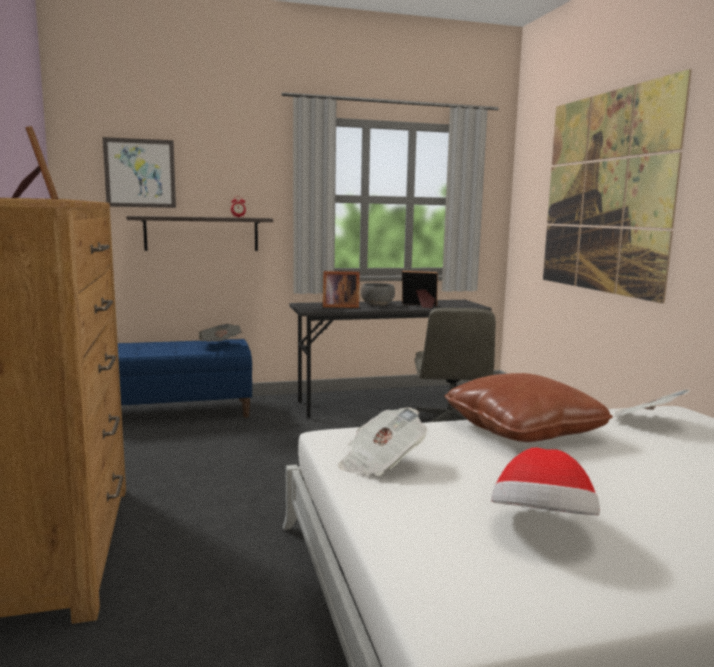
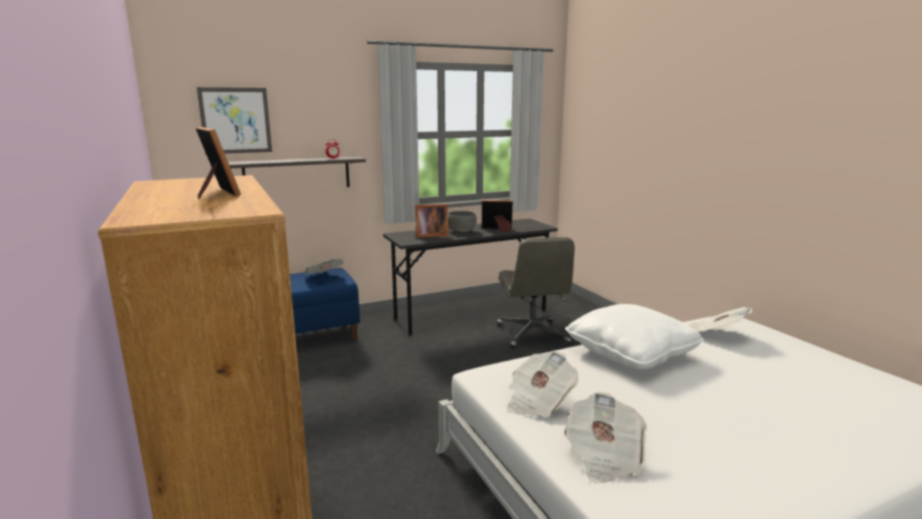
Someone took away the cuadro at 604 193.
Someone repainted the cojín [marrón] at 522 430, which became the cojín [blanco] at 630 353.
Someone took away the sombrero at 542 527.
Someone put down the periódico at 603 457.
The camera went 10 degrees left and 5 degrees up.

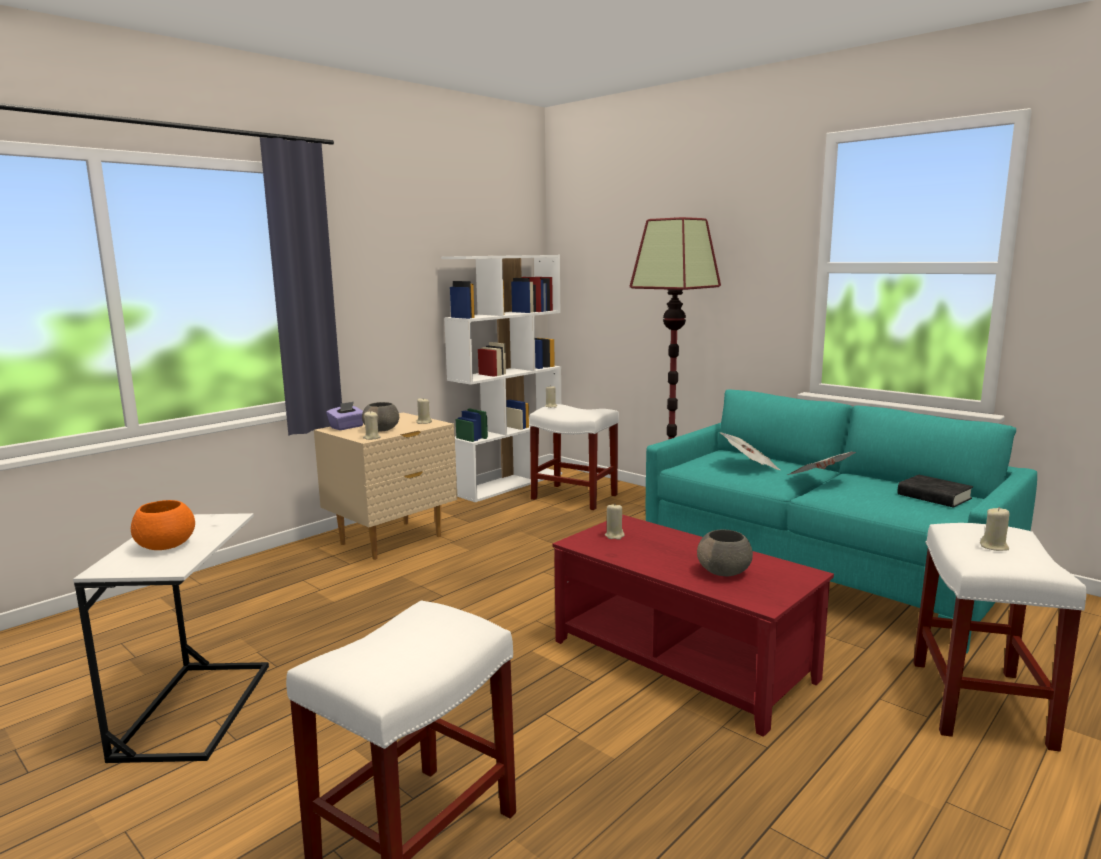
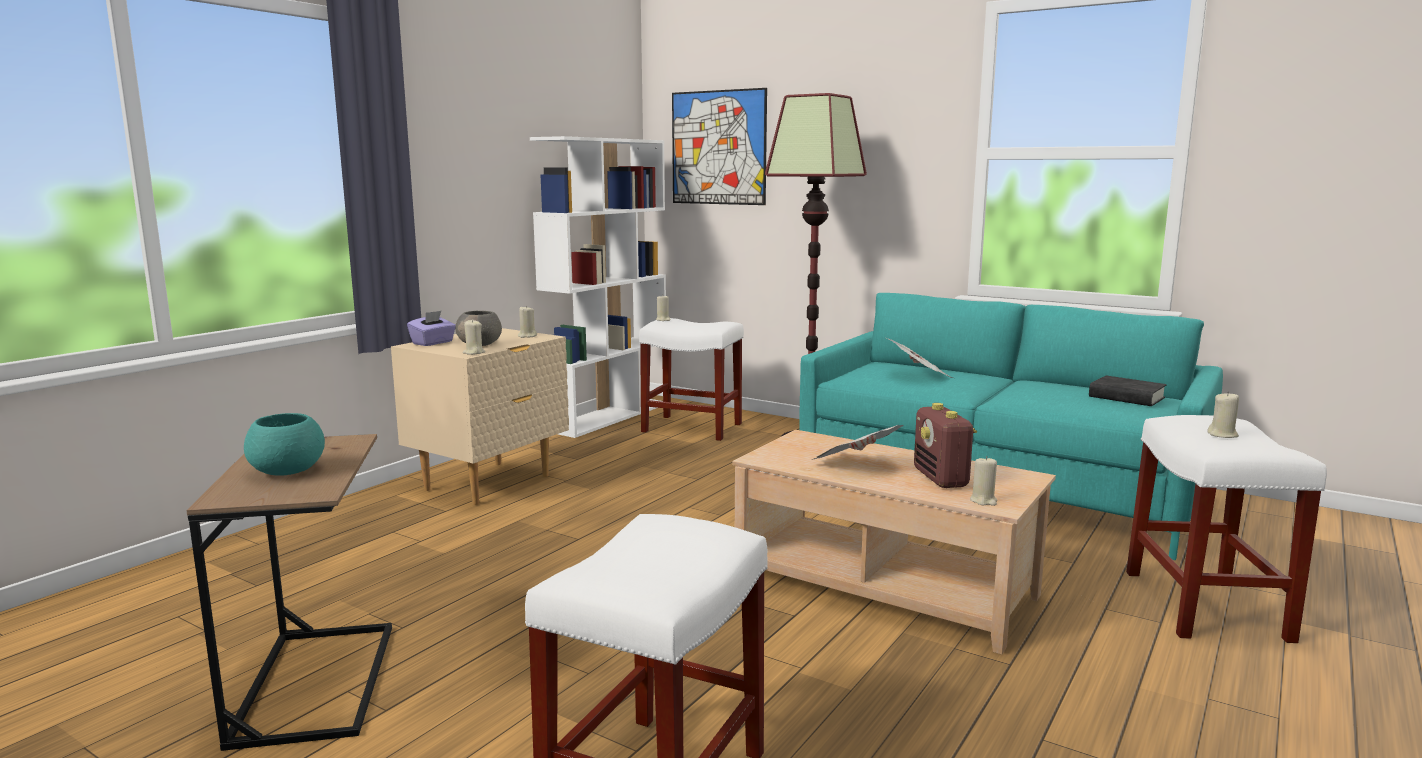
Someone carried the periódico from 819 480 to 855 465.
Someone repainted the cuenco [naranja] at 165 546, which became the cuenco [turquesa] at 287 471.
Someone carried the vela [beis] from 614 536 to 983 501.
Someone repainted the mesa auxiliar [blanco] at 195 709, which became the mesa auxiliar [marrón] at 315 682.
Someone repainted the mesa de centro [rojo] at 683 659, which became the mesa de centro [beis] at 886 586.
Someone swapped the cuenco [gris] at 724 572 for the radio at 941 479.
Someone put up the cuadro at 718 148.
The camera went 10 degrees left and 0 degrees up.

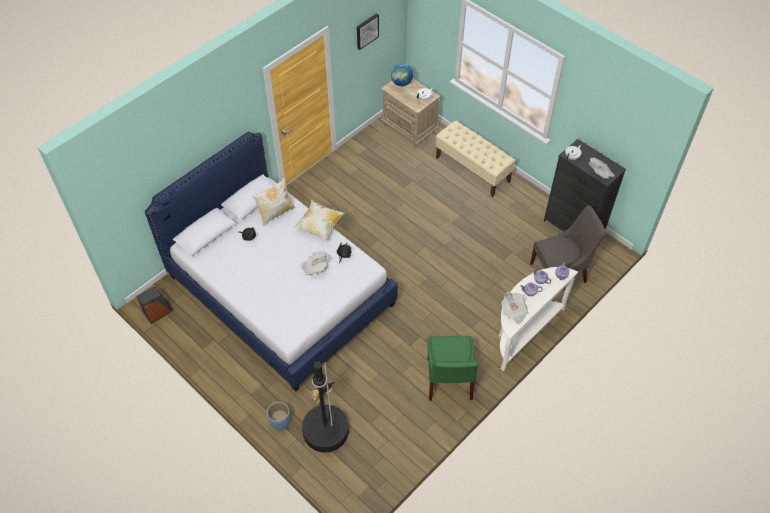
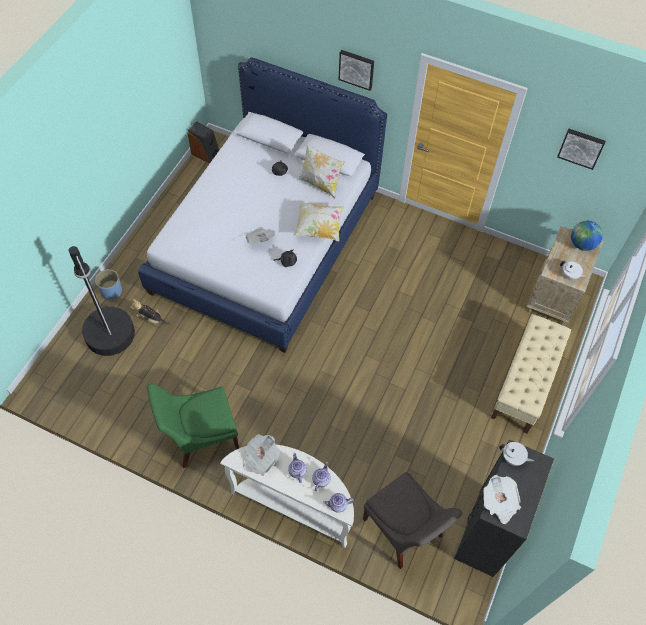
Someone put up the cuadro at 356 69.
The camera went 70 degrees right and 5 degrees up.

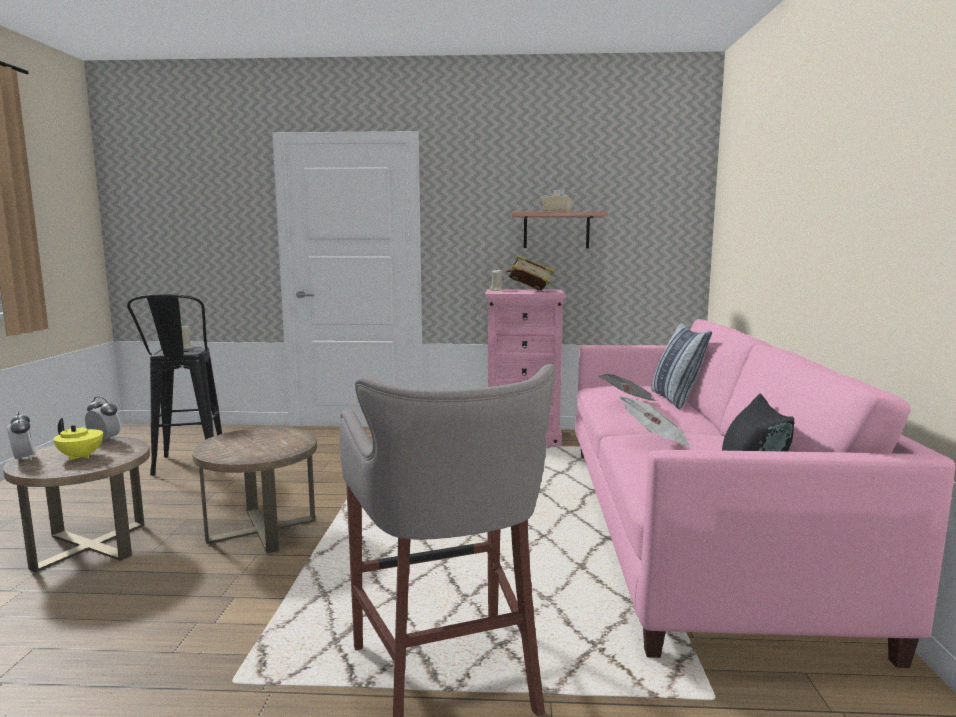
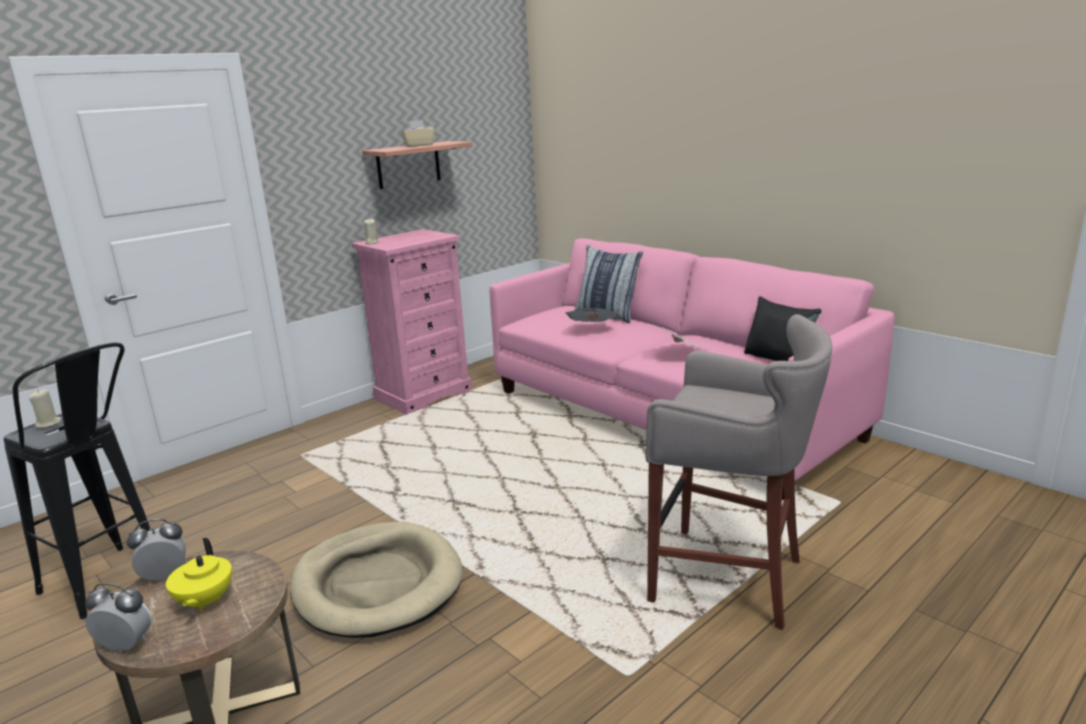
Someone took away the libro at 529 291.
Someone rotated the tetera [amarillo] at 81 457 by 105 degrees clockwise.
Someone swapped the mesa auxiliar [marrón] at 262 530 for the cama para perro [beis] at 377 584.
The camera went 45 degrees left and 10 degrees up.

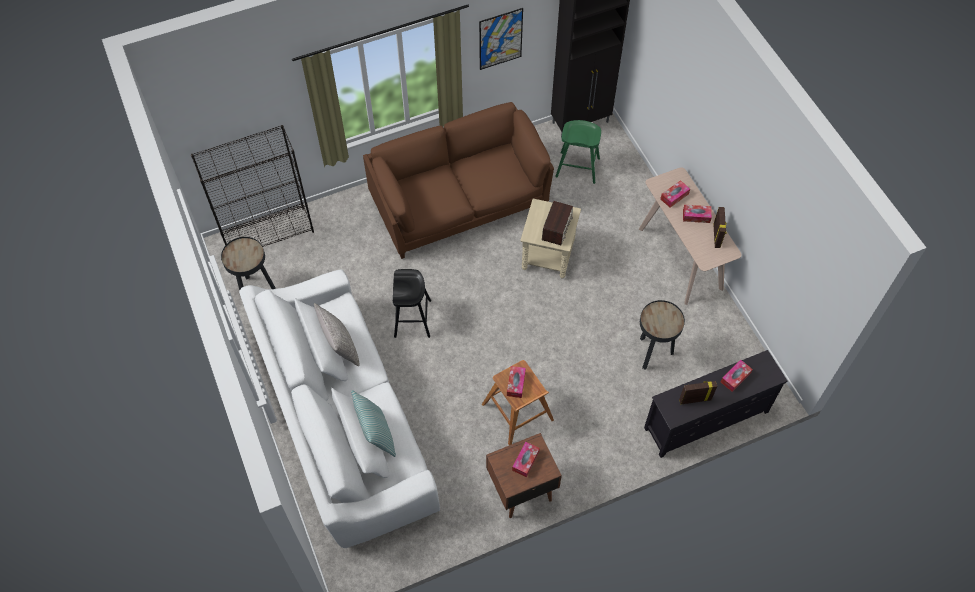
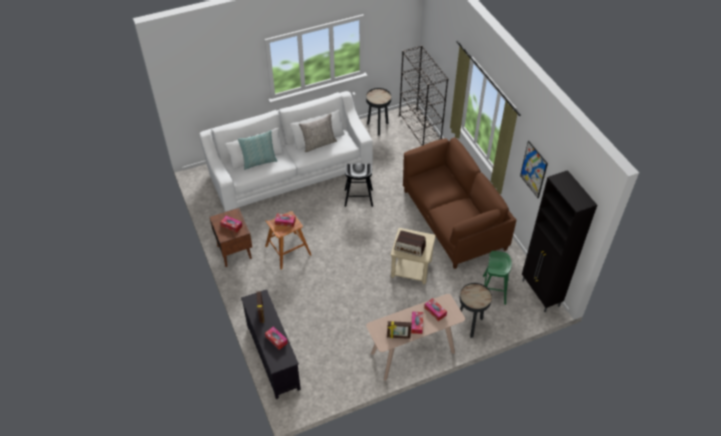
Someone carried the mesa auxiliar [negro] from 652 353 to 470 324.
The camera went 90 degrees right and 10 degrees down.

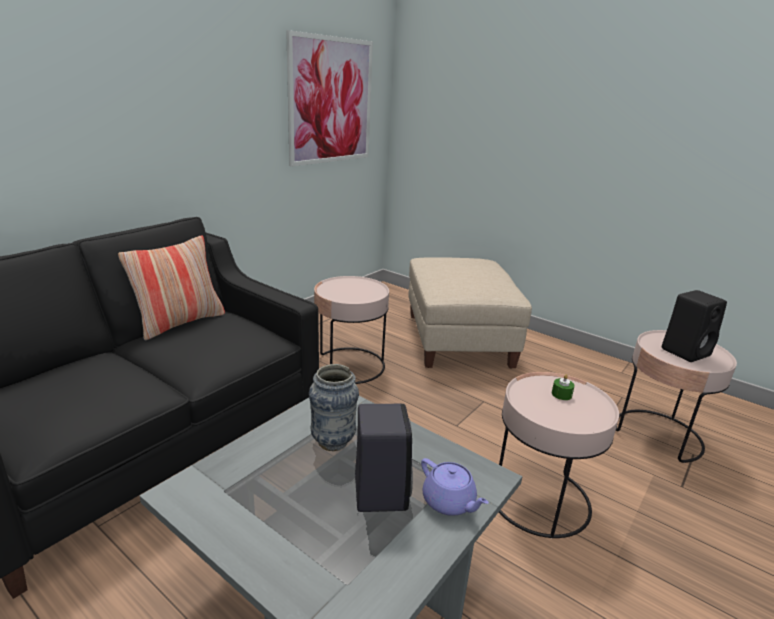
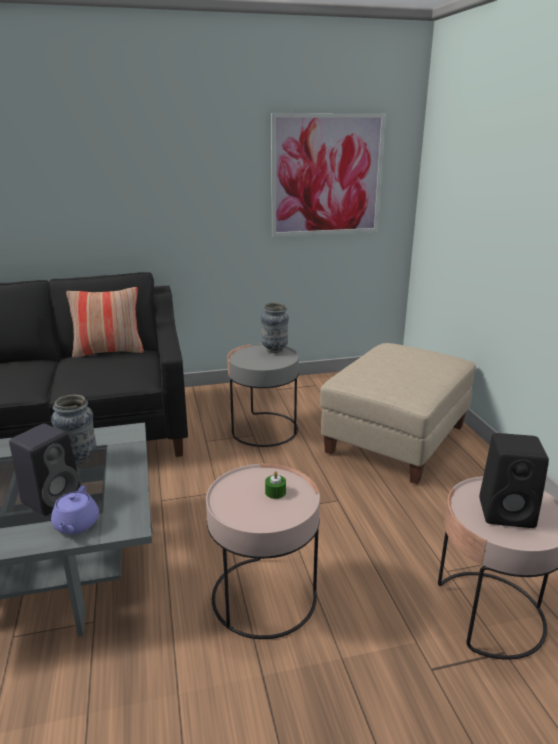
Someone repainted the mesa auxiliar [rosa] at 350 366, which became the mesa auxiliar [gris] at 264 429.
Someone put down the florero at 274 350.
The camera went 40 degrees right and 0 degrees up.

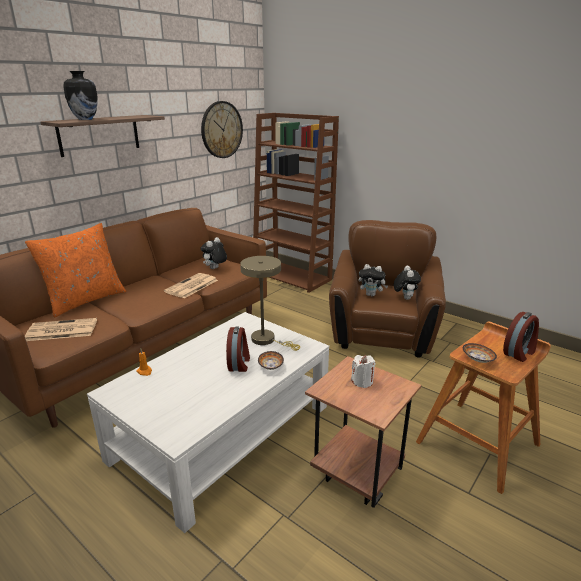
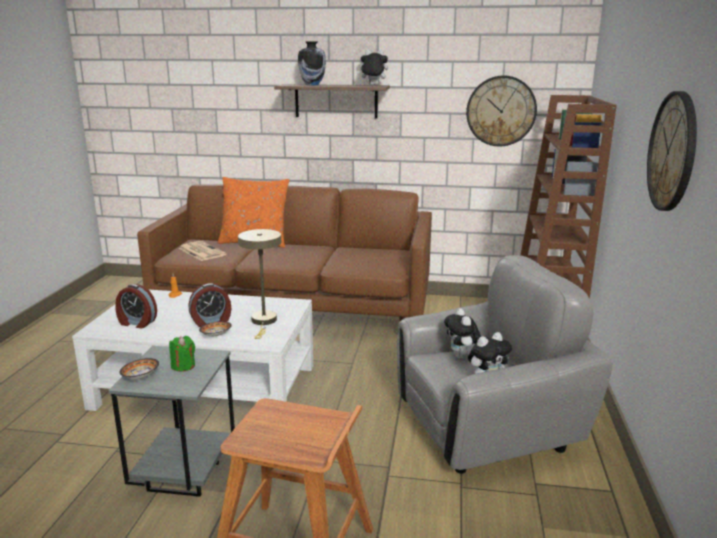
Someone repainted the sillón [marrón] at 382 332, which became the sillón [gris] at 488 427.
Someone carried the peluche from 215 269 to 372 85.
Someone took away the periódico at 191 286.
Someone carried the despertador from 519 353 to 137 323.
Someone carried the cuenco from 477 359 to 142 377.
Someone repainted the vela [blanco] at 362 381, which became the vela [verde] at 183 366.
Someone repainted the mesa auxiliar [marrón] at 358 475, which became the mesa auxiliar [gris] at 186 476.
Someone put up the reloj de pared at 673 152.
The camera went 60 degrees right and 5 degrees down.

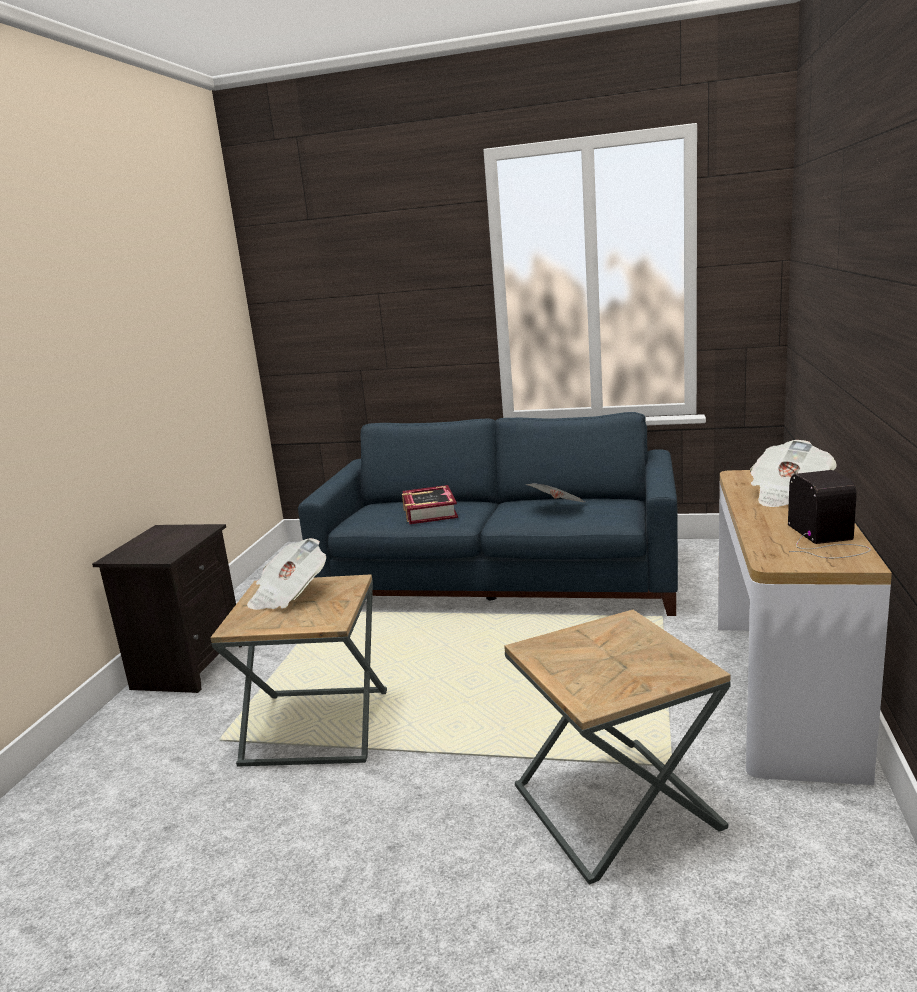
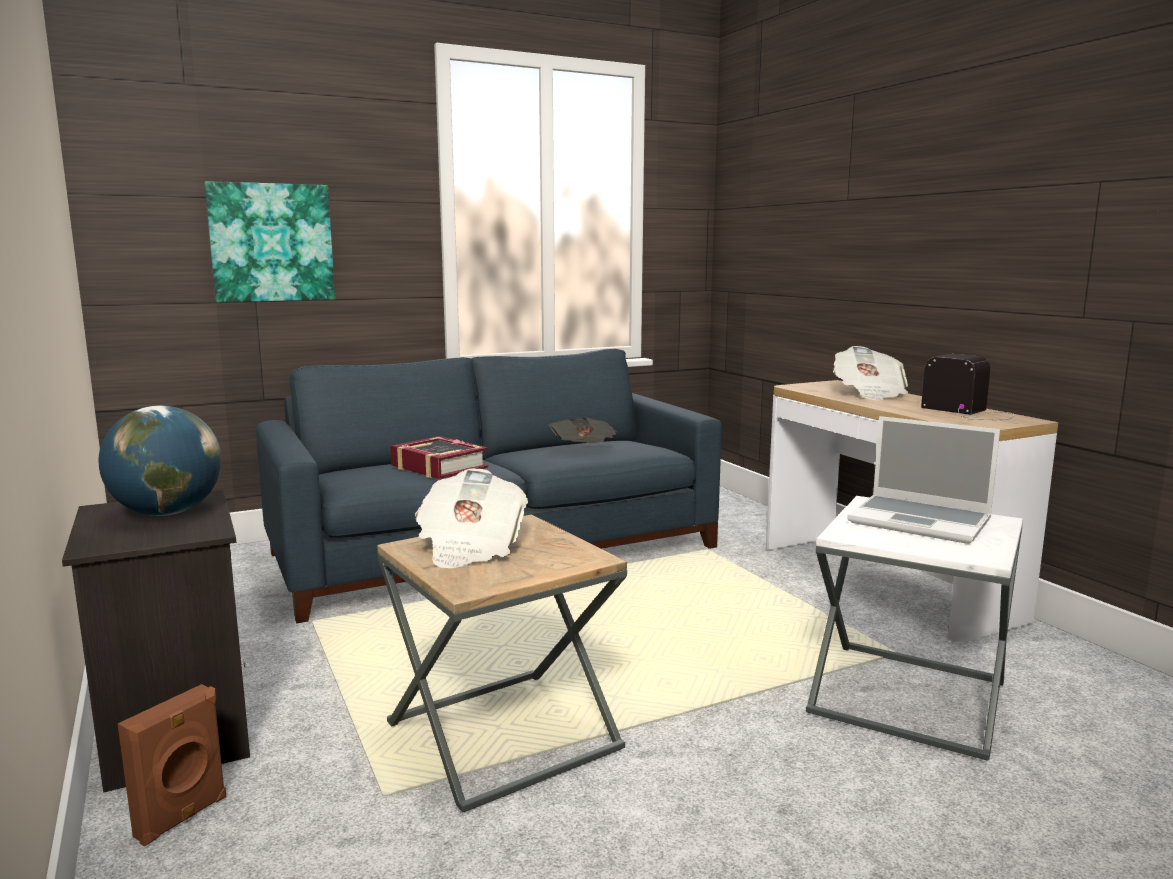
Someone repainted the mesa auxiliar [marrón] at 616 807, which became the mesa auxiliar [blanco] at 908 697.
Someone put up the cuadro at 271 243.
Someone put down the globo terráqueo at 167 513.
Someone put down the portátil at 921 521.
Someone put down the altavoz [marrón] at 183 818.
The camera went 40 degrees left and 5 degrees down.

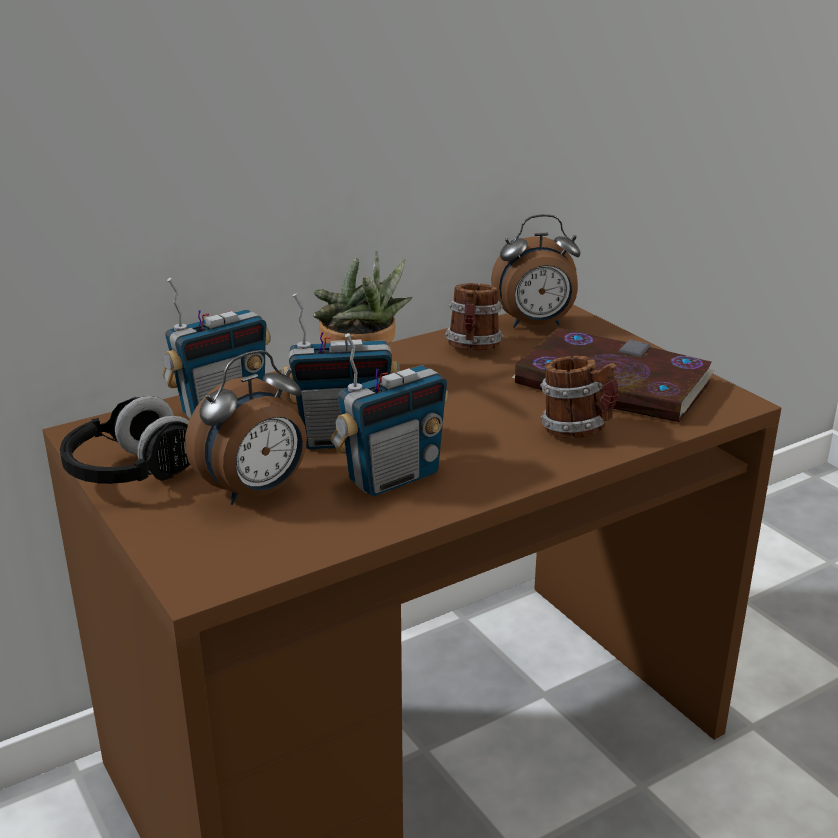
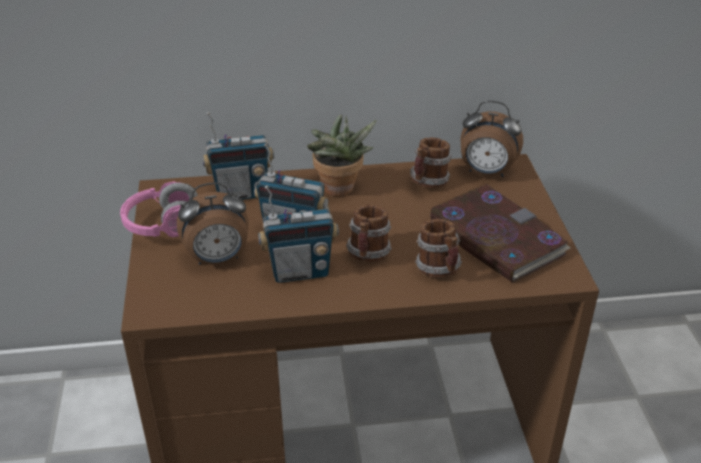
Someone repainted the auriculares [negro] at 132 473, which became the auriculares [rosa] at 164 226.
Someone put down the taza grande at 368 255.
The camera went 25 degrees right and 10 degrees up.

